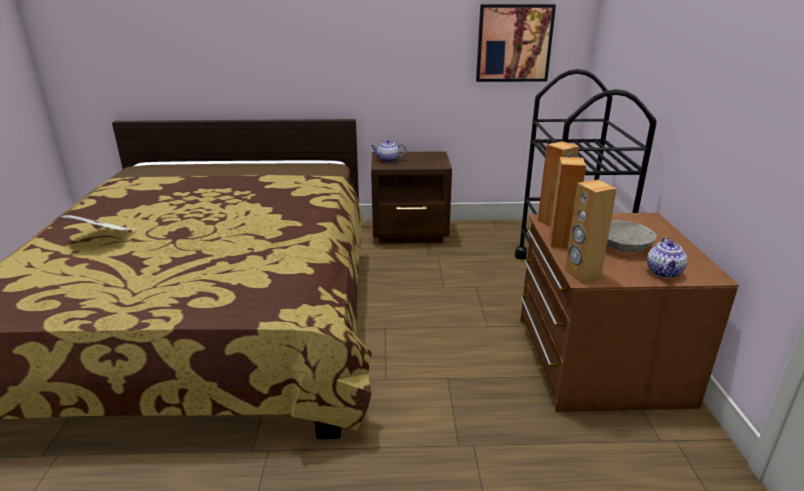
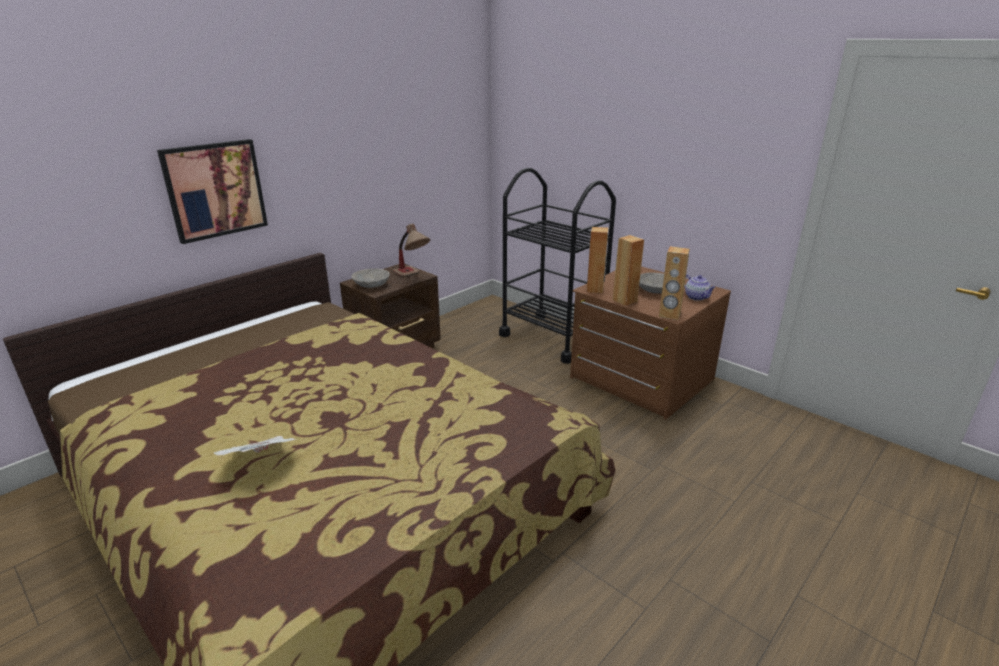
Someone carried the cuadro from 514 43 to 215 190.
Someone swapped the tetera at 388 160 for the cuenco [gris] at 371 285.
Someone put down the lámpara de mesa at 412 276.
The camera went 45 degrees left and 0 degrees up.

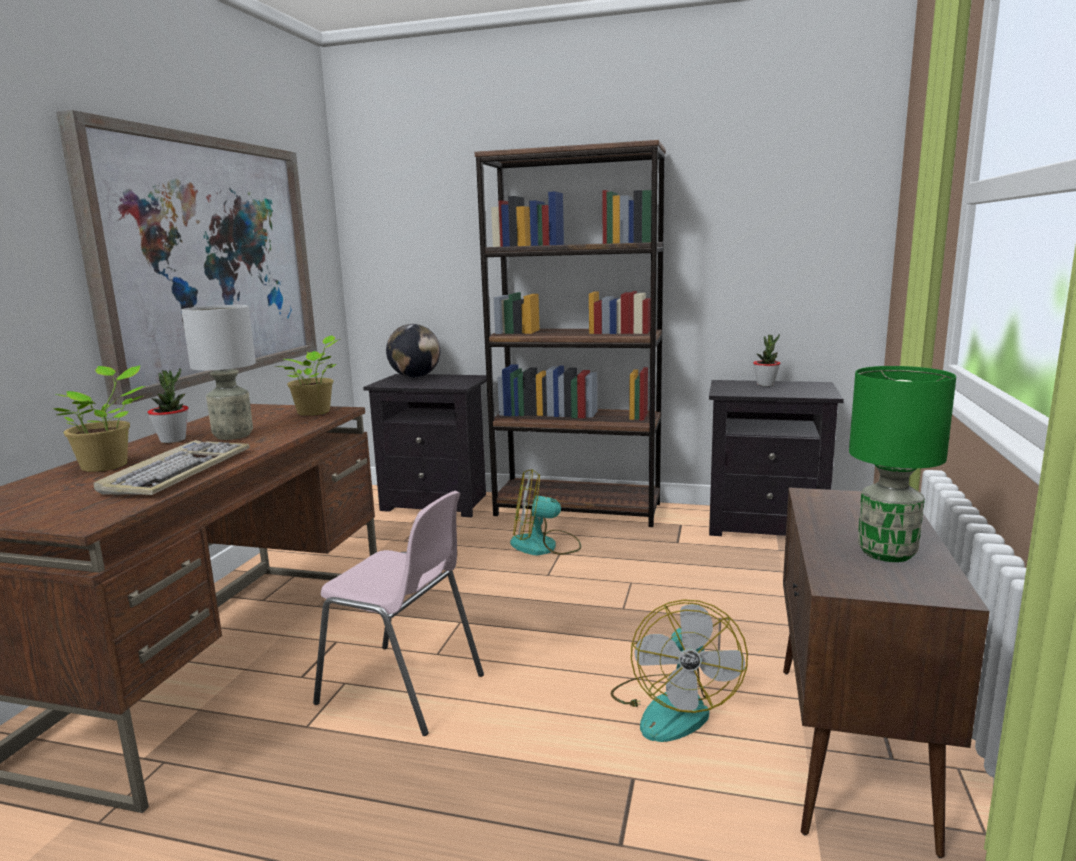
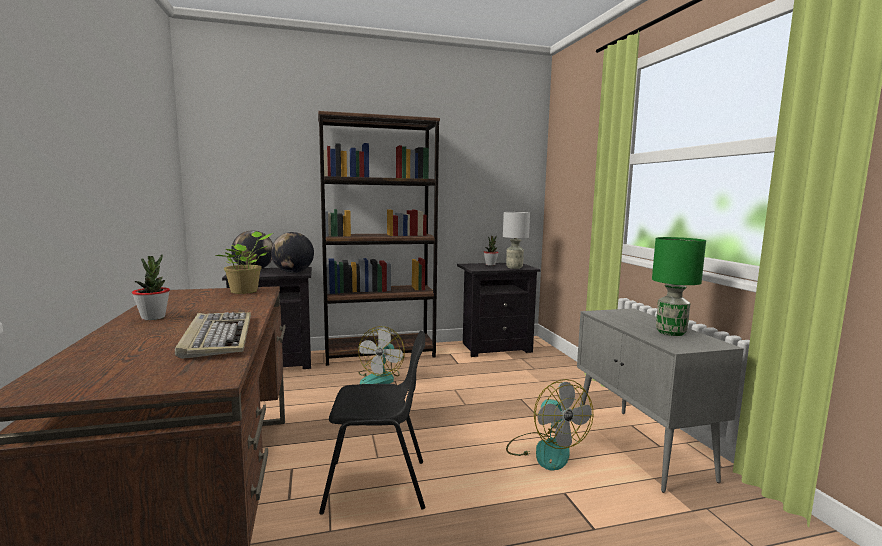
Someone took away the cuadro at 210 259.
Someone carried the lámpara de mesa [gris] from 232 436 to 514 267.
Someone took away the planta en maceta at 108 465.
Someone rotated the ventilador at 544 546 by 45 degrees counterclockwise.
Someone repainted the armario [marrón] at 850 750, which became the armario [gris] at 641 447.
Someone repainted the silla [rosa] at 403 689, which became the silla [negro] at 377 485.
Someone put down the globo terráqueo at 293 272.
The camera went 30 degrees left and 5 degrees down.

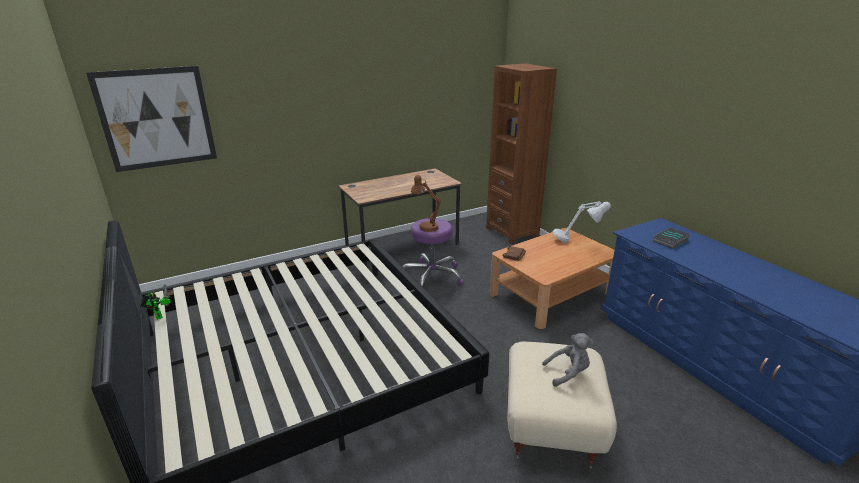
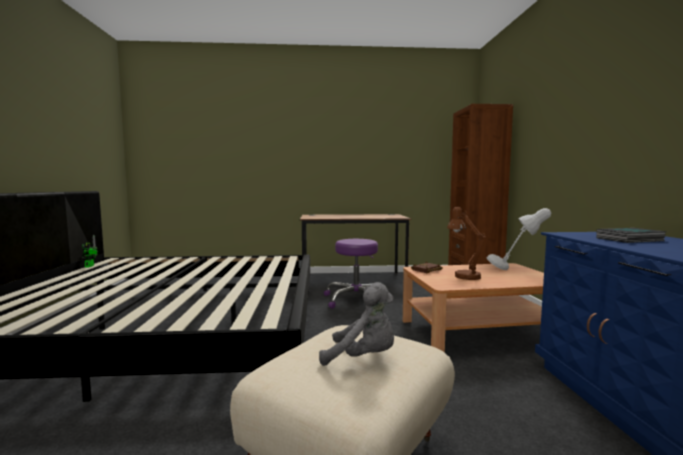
Someone took away the cuadro at 157 118.
Someone carried the lámpara de mesa [marrón] from 425 226 to 463 275.
The camera went 25 degrees right and 20 degrees down.

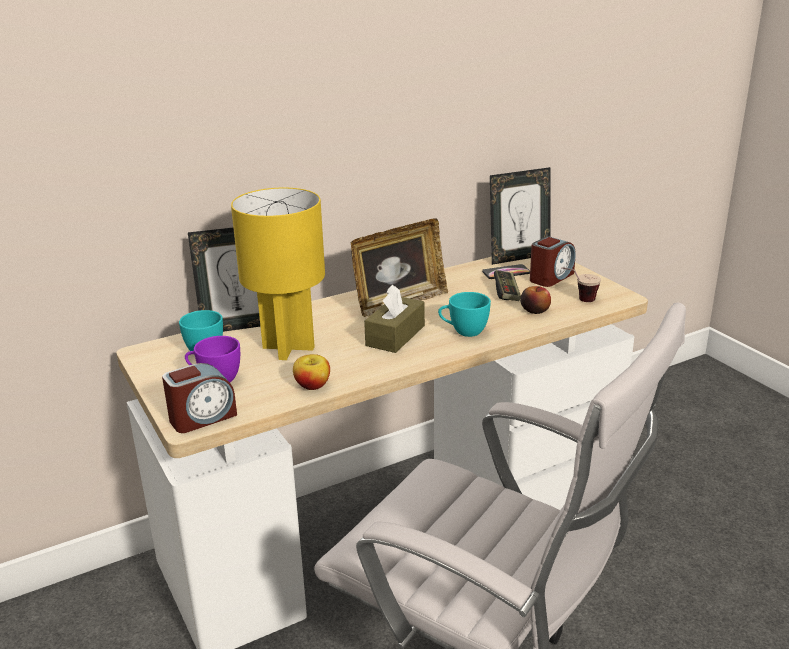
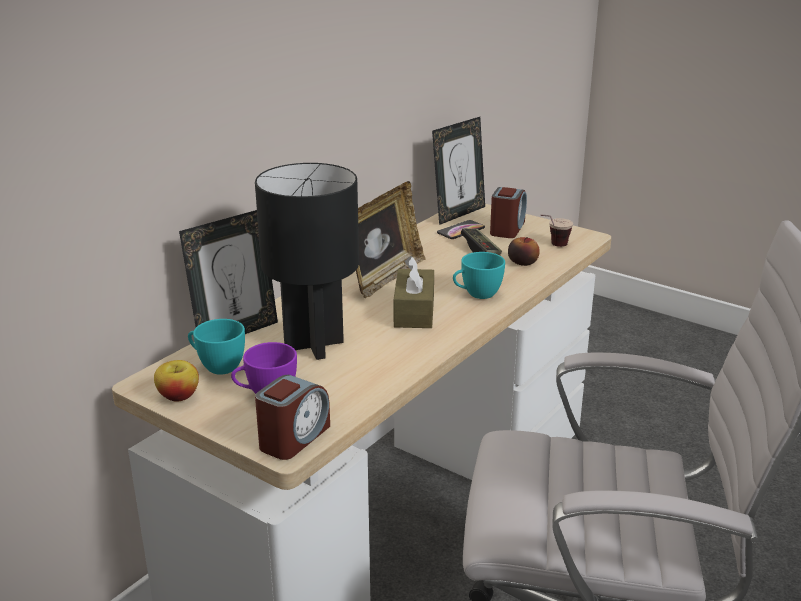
Someone repainted the lámpara de mesa [amarillo] at 289 348, which became the lámpara de mesa [negro] at 315 345.
Someone carried the manzana from 312 385 to 178 396.
The camera went 25 degrees left and 0 degrees up.

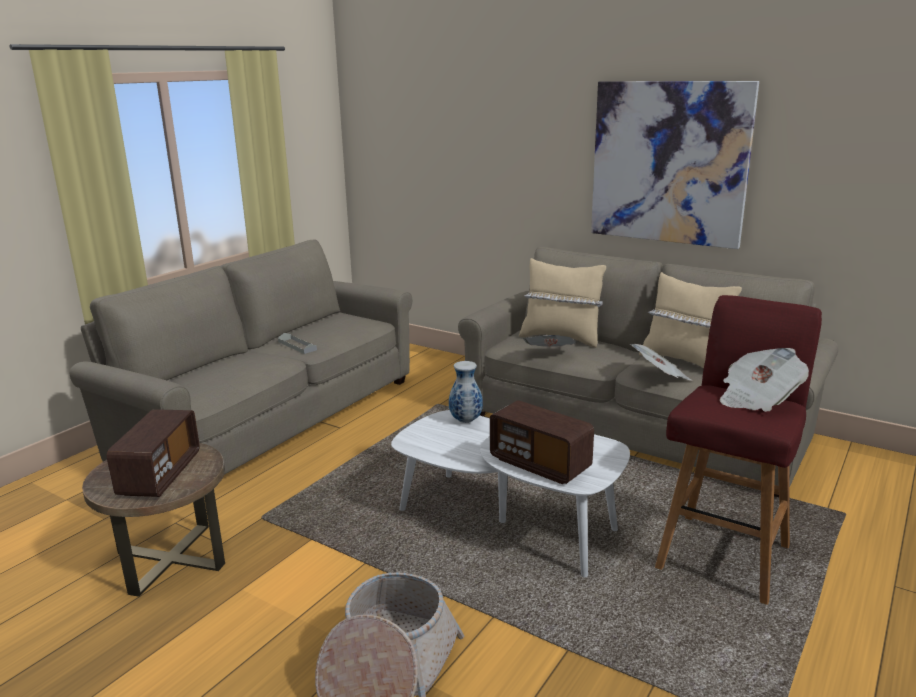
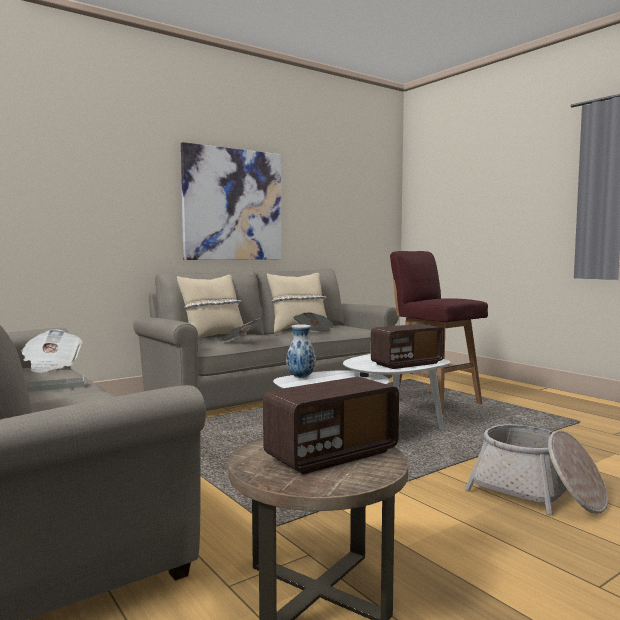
Someone carried the periódico from 757 398 to 51 366.
Someone rotated the radio at 160 475 by 120 degrees clockwise.
The camera went 70 degrees left and 15 degrees down.

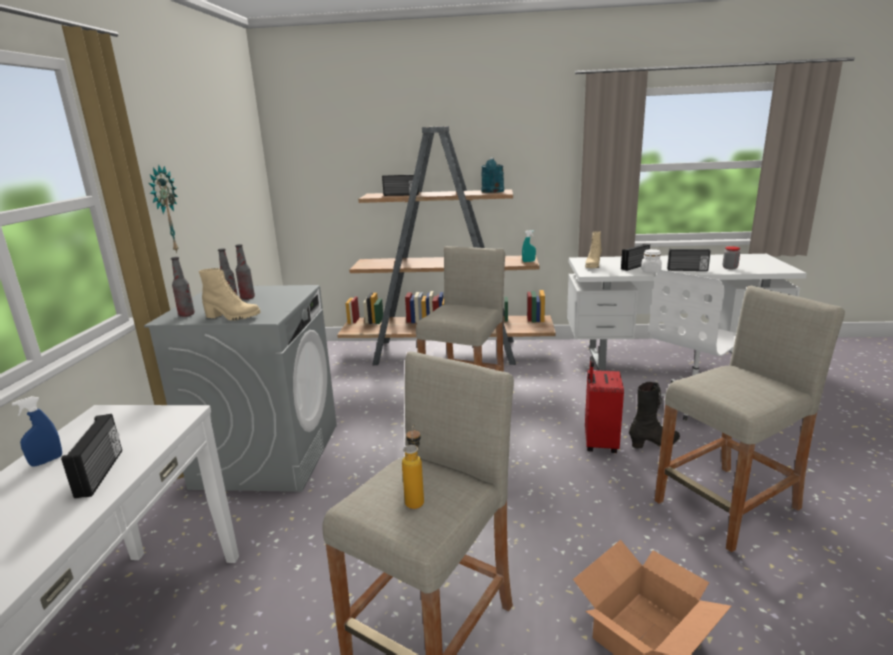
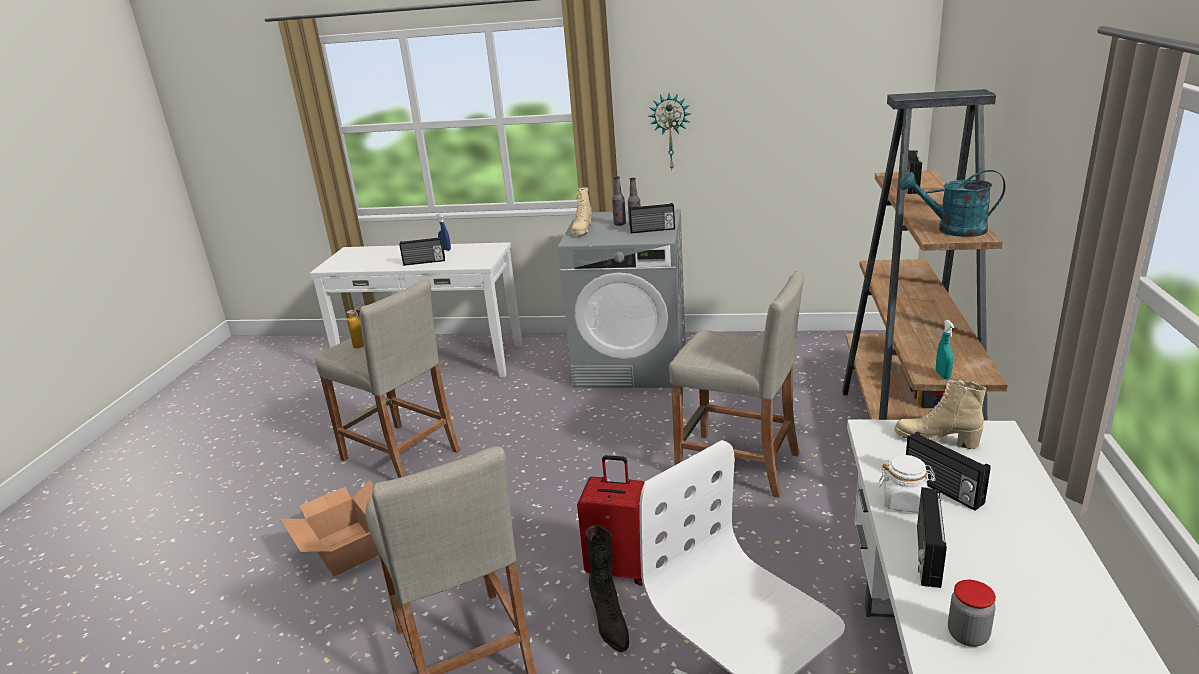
Someone took away the botella at 186 315.
Someone put down the radio at 652 230.
The camera went 95 degrees right and 5 degrees up.

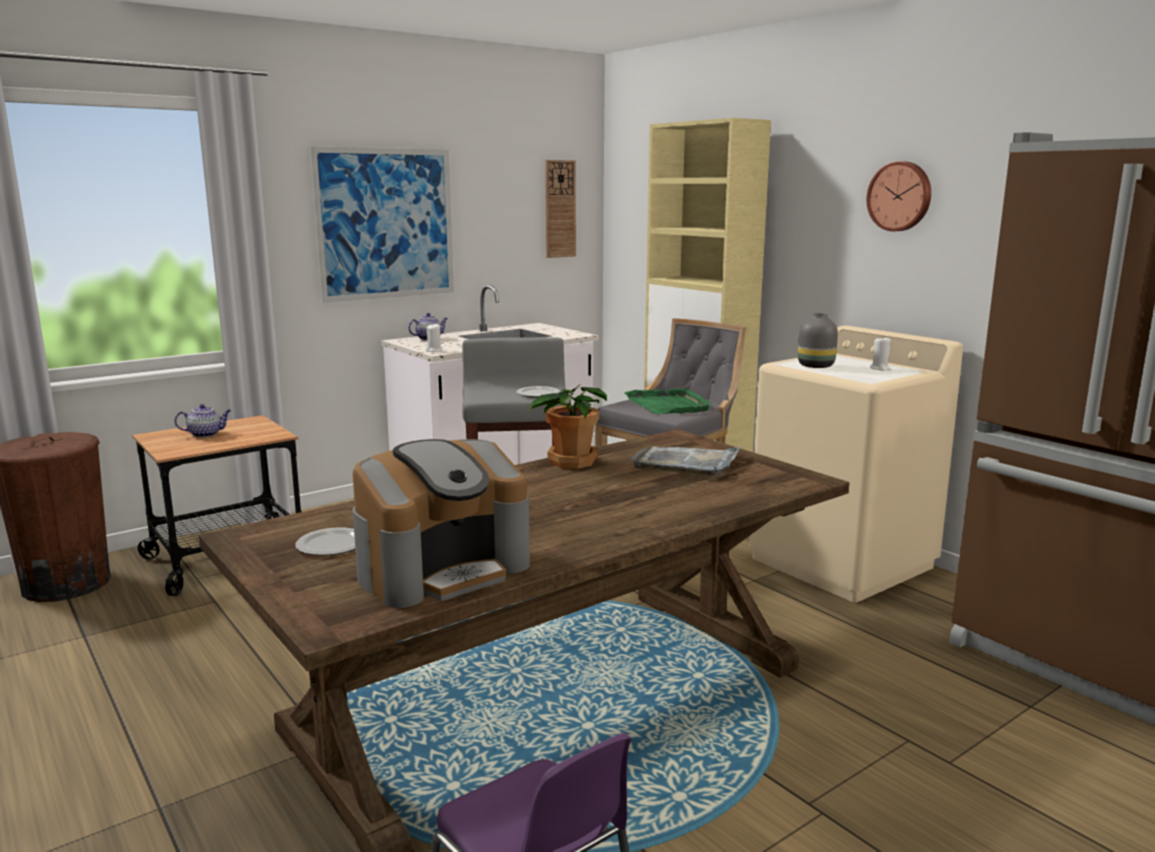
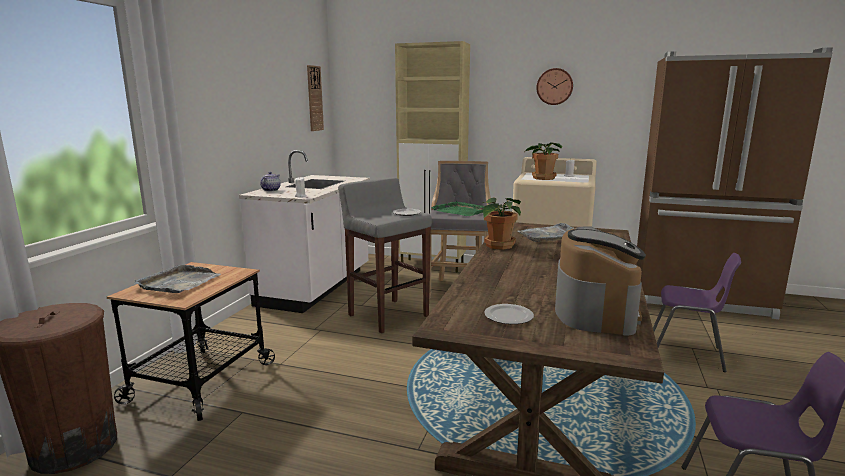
Someone took away the cuadro at 386 224.
Someone swapped the florero [gris] at 816 366 for the planta en maceta at 543 178.
Someone swapped the tetera at 206 434 for the bandeja [gris] at 179 282.
Someone put down the silla [morado] at 686 354.
The camera went 35 degrees left and 0 degrees up.

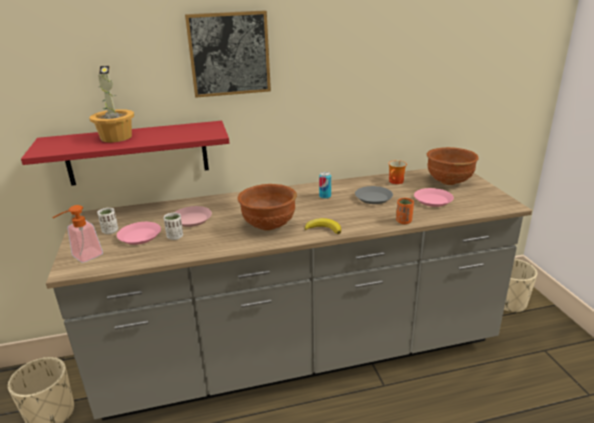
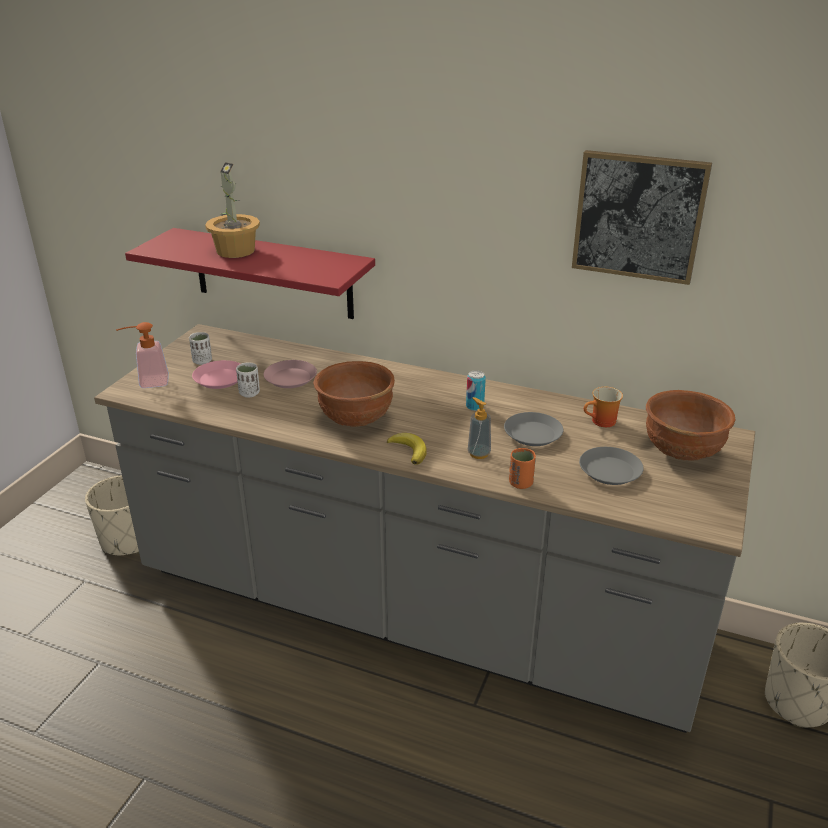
Someone carried the cuadro from 229 54 to 638 216.
Someone repainted the plato [rosa] at 433 200, which became the plato [gris] at 610 471.
Someone put down the dispensador de jabón at 478 453.
The camera went 35 degrees right and 5 degrees up.

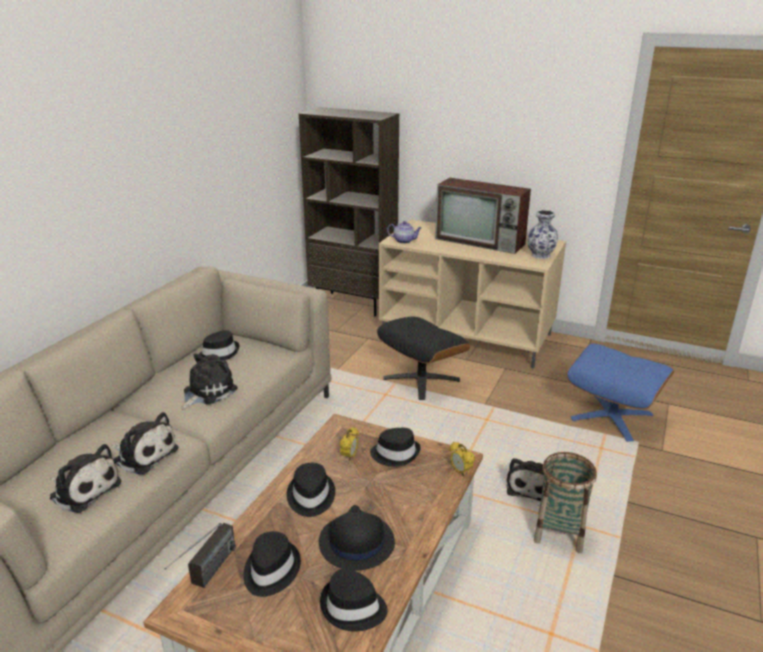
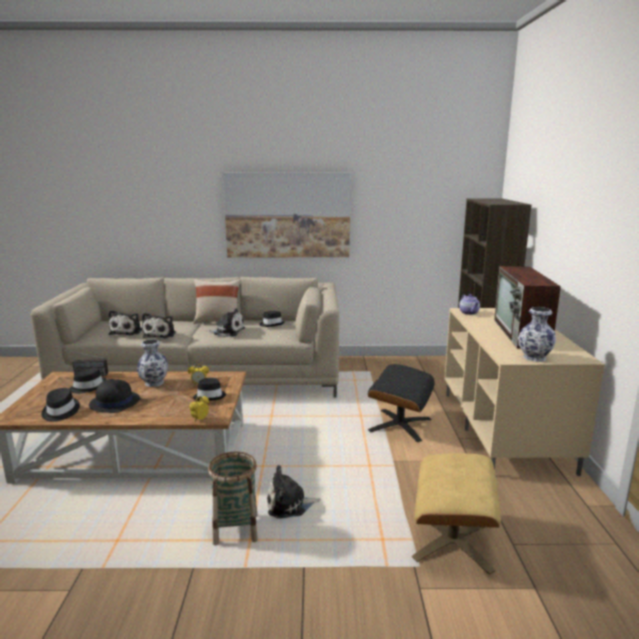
Someone repainted the puf [azul] at 612 416, which became the puf [beis] at 453 541.
Someone swapped the sombrero [negro] at 310 496 for the florero at 153 383.
Someone put up the cuadro at 287 215.
Someone put down the cojín [beis] at 217 321.
The camera went 65 degrees right and 10 degrees down.

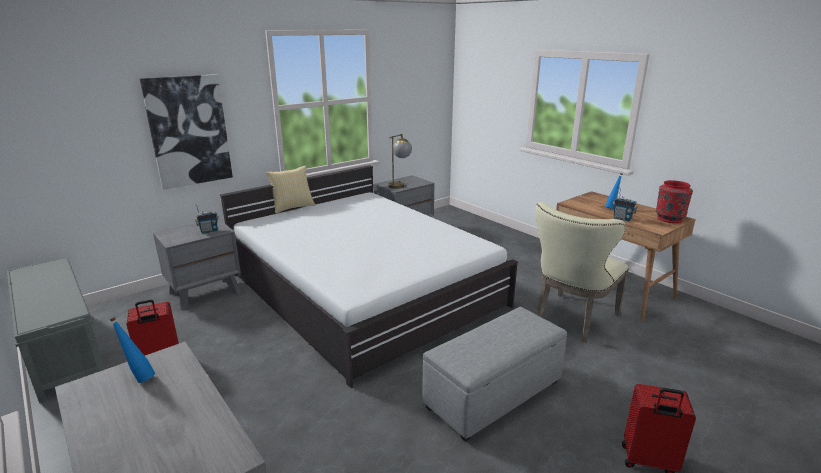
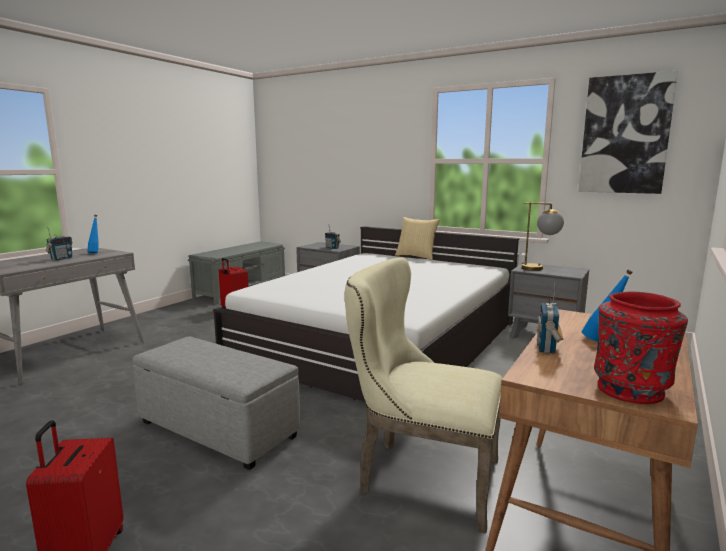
Someone carried the cuadro from 189 131 to 625 135.
Someone put down the radio at 61 259.
The camera went 70 degrees right and 10 degrees down.

